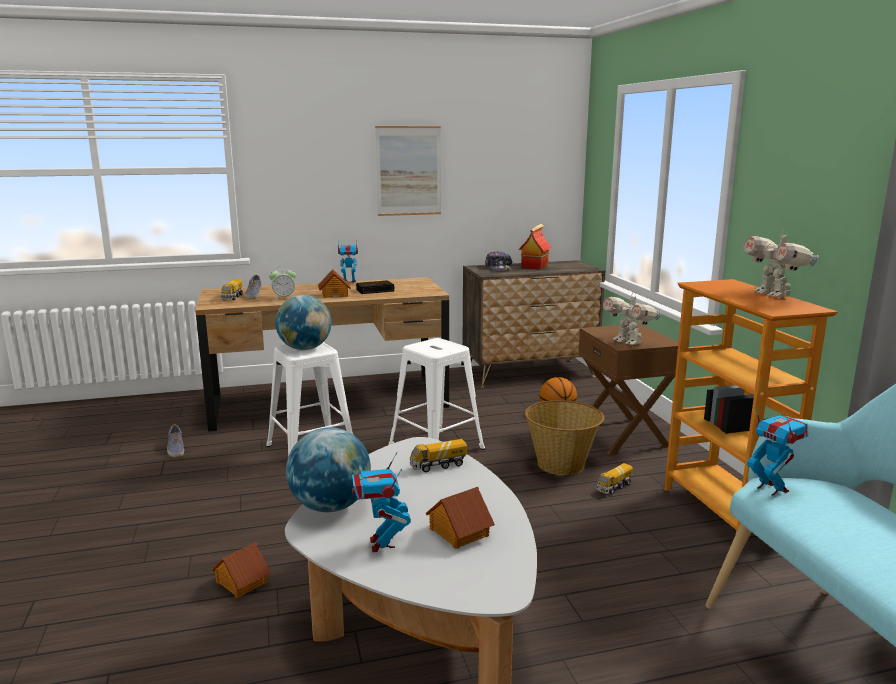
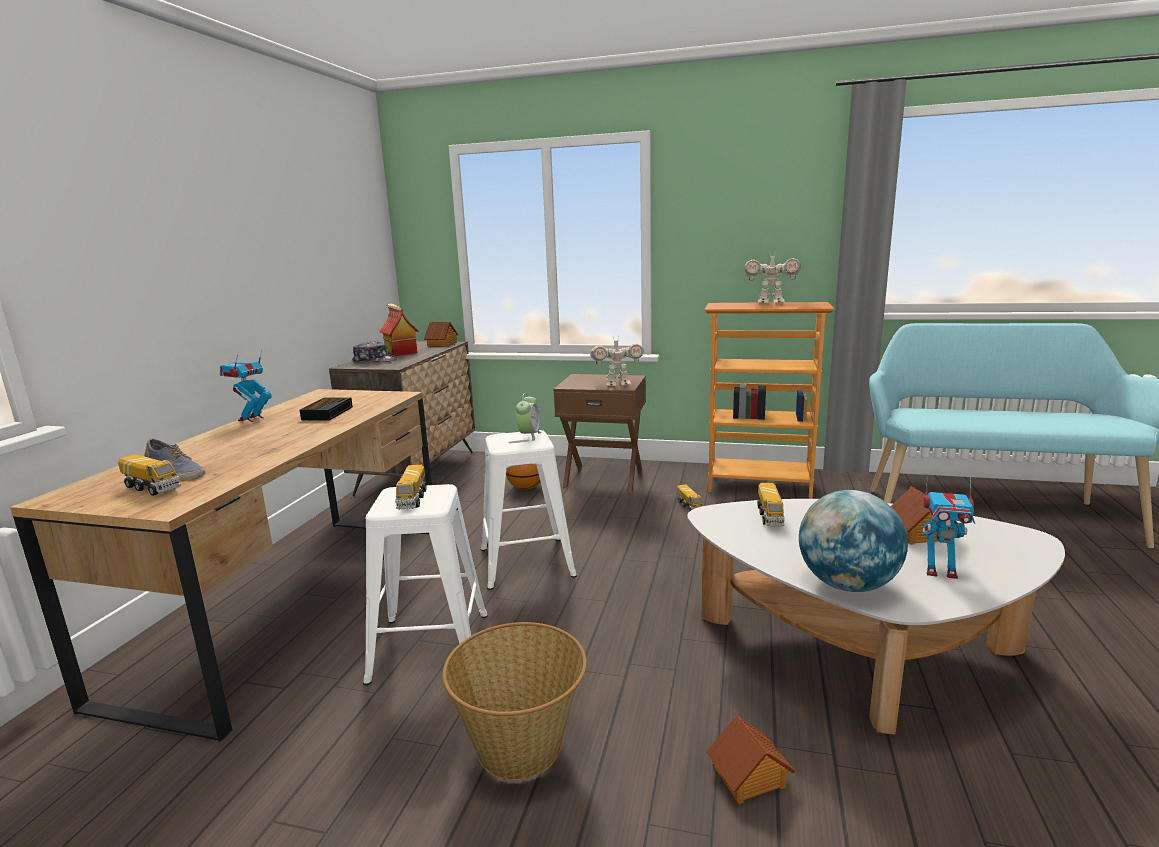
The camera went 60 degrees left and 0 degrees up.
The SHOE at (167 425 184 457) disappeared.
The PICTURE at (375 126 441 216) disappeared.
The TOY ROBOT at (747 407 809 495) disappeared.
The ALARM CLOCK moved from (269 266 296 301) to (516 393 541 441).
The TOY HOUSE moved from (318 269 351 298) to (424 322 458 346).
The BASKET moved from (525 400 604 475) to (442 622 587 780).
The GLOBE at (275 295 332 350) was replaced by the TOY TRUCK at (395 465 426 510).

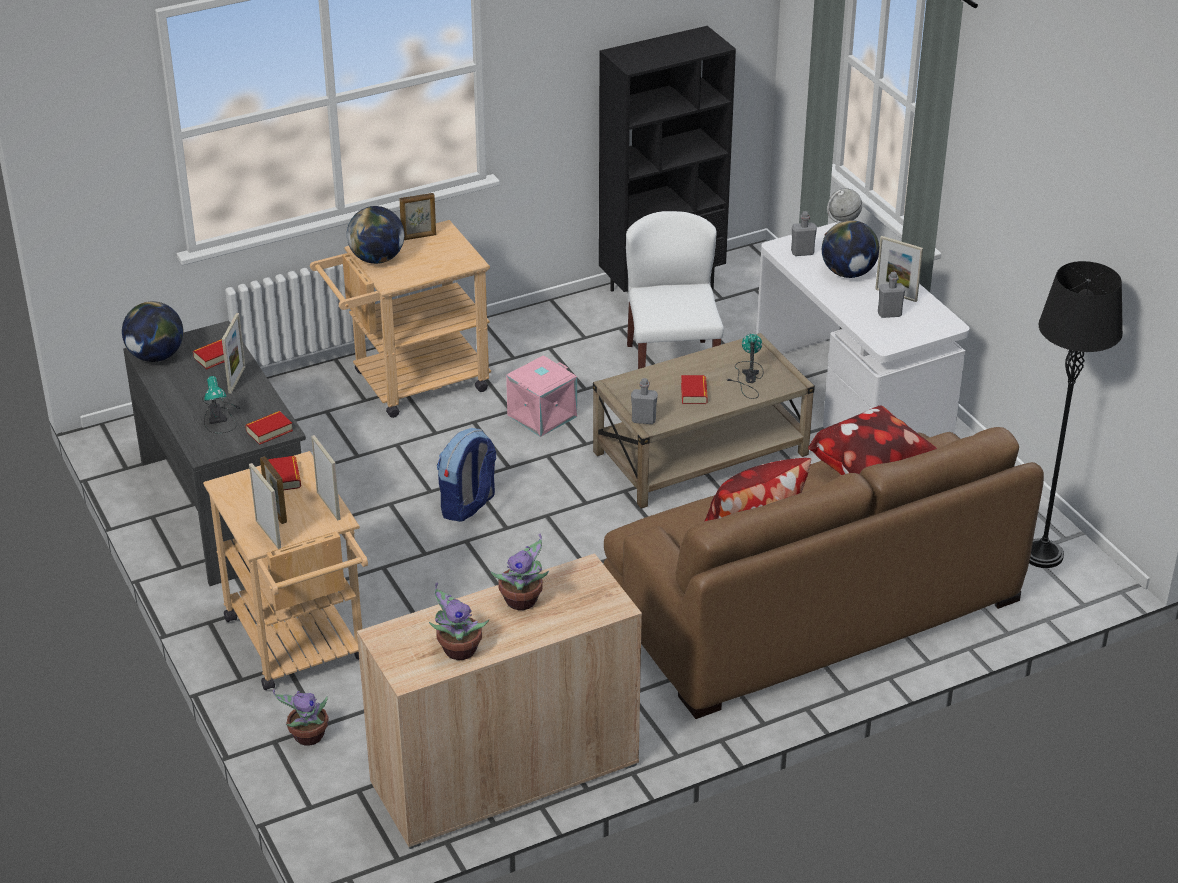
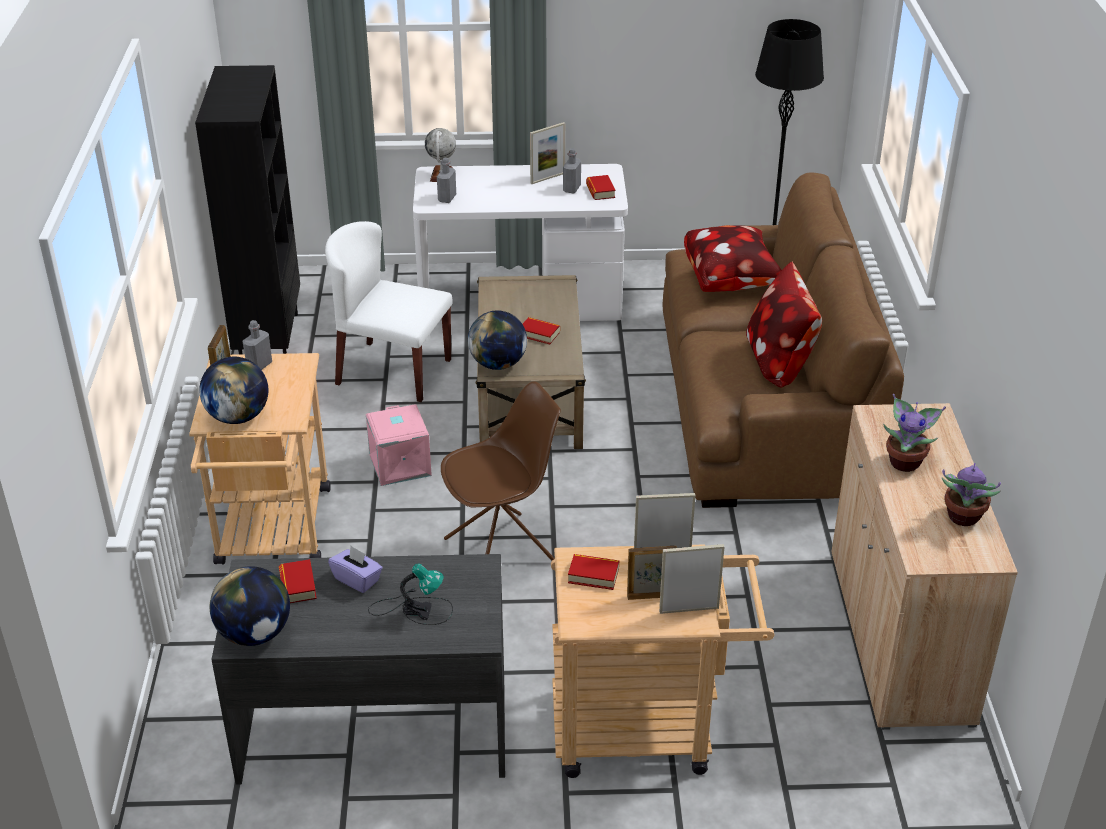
The camera went 65 degrees left and 0 degrees up.
The POTTED PLANT at (273 689 329 746) disappeared.
The TABLE LAMP at (727 334 764 399) disappeared.
The BOOK moved from (245 411 293 445) to (586 175 616 200).
The GREY BOTTLE moved from (631 378 658 424) to (242 320 272 370).
The GLOBE moved from (822 220 879 278) to (468 310 527 370).
The PICTURE FRAME at (222 313 245 394) was replaced by the PURPLE TISSUE BOX at (328 546 383 593).
The BACKPACK at (437 428 496 522) was replaced by the BROWN CHAIR at (441 381 561 561).

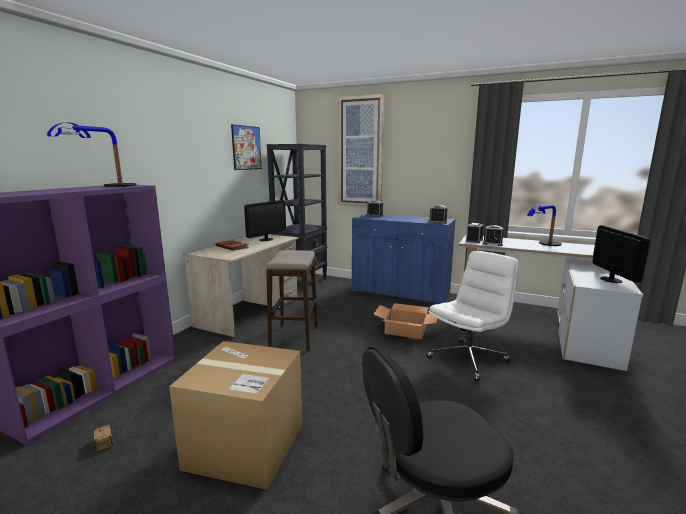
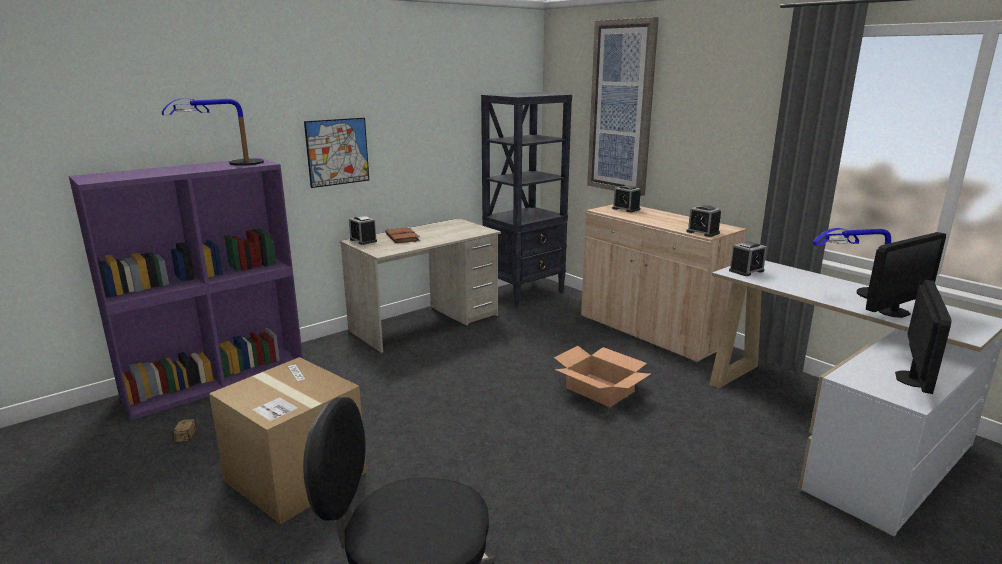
The camera went 25 degrees right and 5 degrees up.
The STOOL at (266 250 318 351) disappeared.
The WHITE OFFICE CHAIR at (426 251 519 381) disappeared.
The PICTURE moved from (231 124 262 170) to (304 118 369 188).
The MONITOR moved from (244 200 286 241) to (866 232 946 318).
The ALARM CLOCK moved from (483 225 504 246) to (349 216 377 245).
The BLUE CABINET at (352 213 455 304) became the BEIGE CABINET at (581 204 747 363).

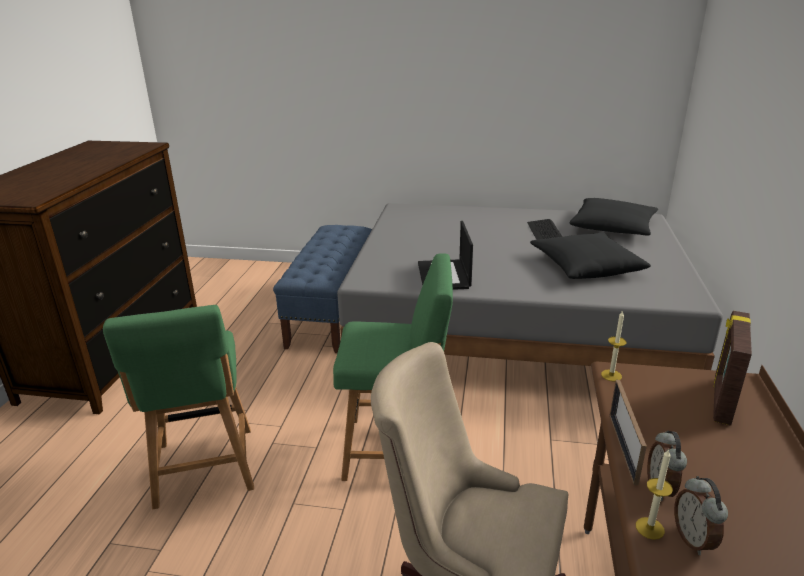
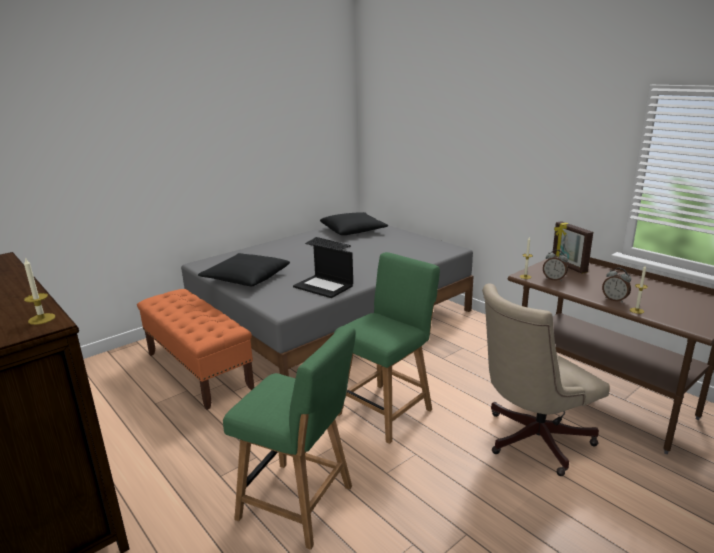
The camera went 50 degrees left and 5 degrees down.
The PICTURE FRAME at (610 380 647 485) disappeared.
The CANDLE at (24 257 55 325) appeared.
The BLACK PILLOW moved from (530 232 651 279) to (198 253 290 286).
The ALARM CLOCK moved from (674 476 728 555) to (543 250 568 281).
The BLUE BENCH at (273 225 372 353) became the ORANGE BENCH at (137 289 254 410).

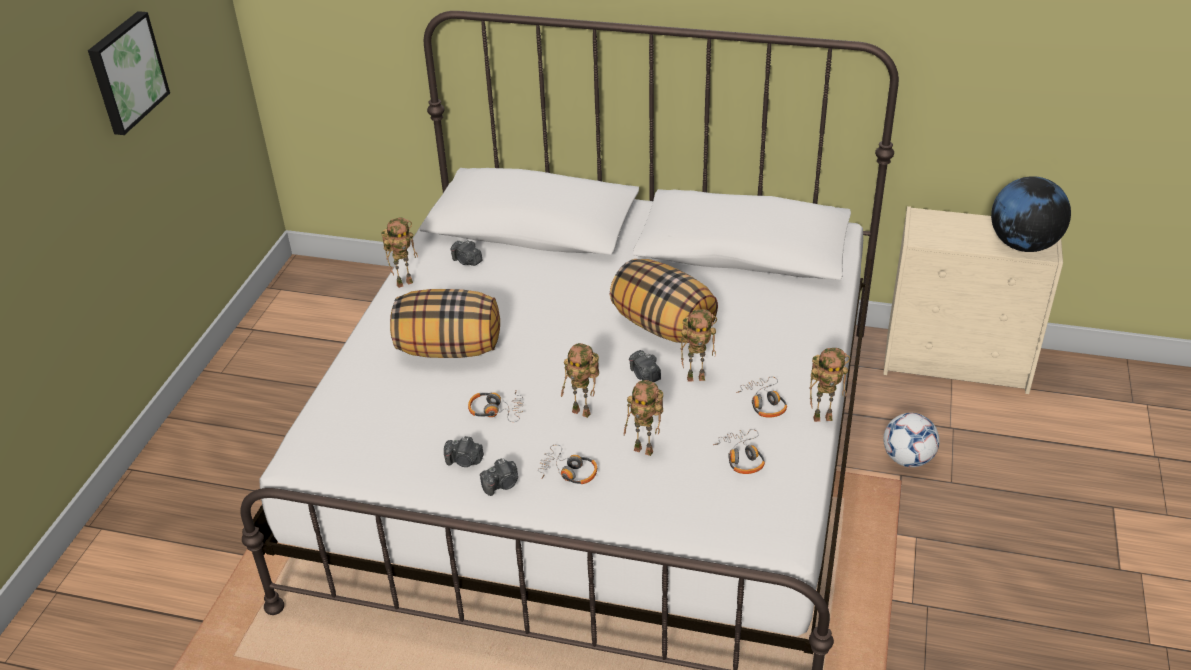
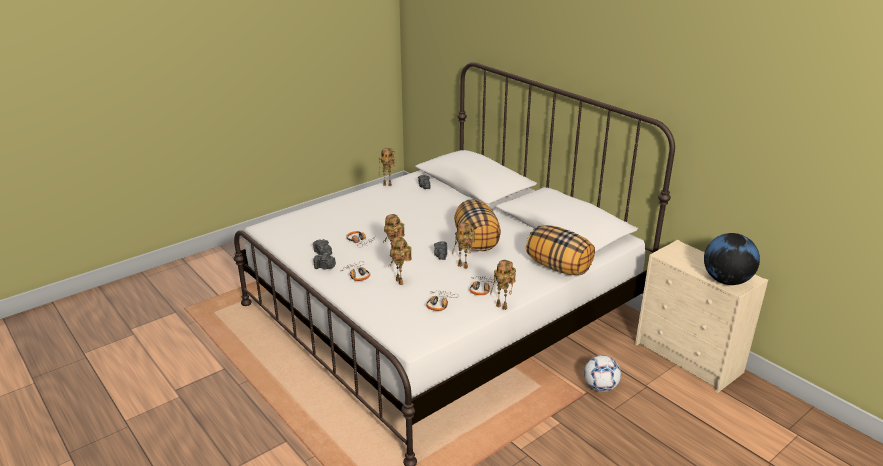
The camera went 35 degrees right and 10 degrees down.
The PICTURE at (88 11 170 135) disappeared.
The PILLOW moved from (390 289 500 358) to (526 225 595 275).

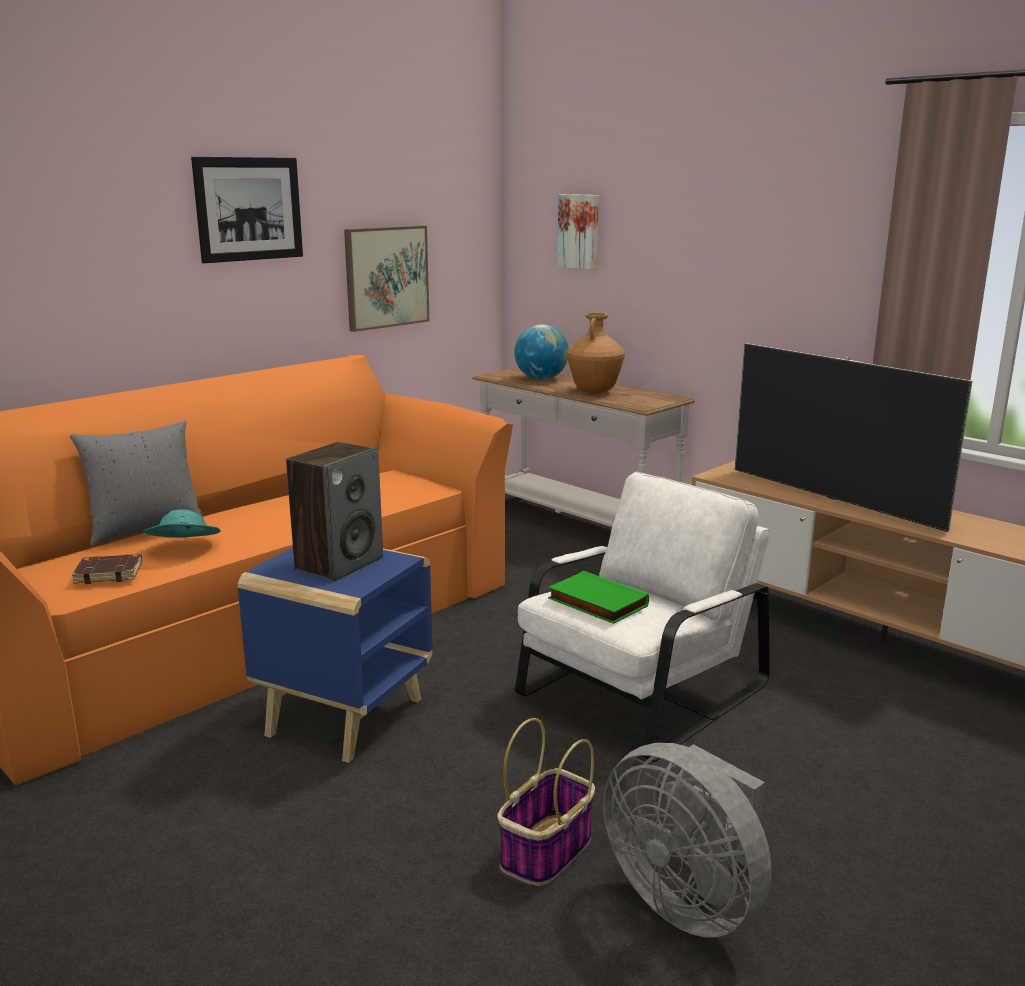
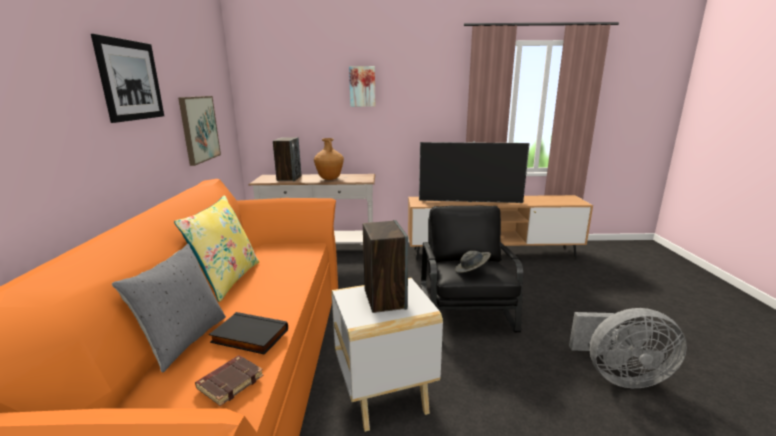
The camera went 45 degrees left and 0 degrees up.
The BASKET at (497 718 595 886) disappeared.
The YELLOW PILLOW at (174 195 259 302) appeared.
The PICTURE moved from (557 194 599 270) to (349 66 376 107).
The TURQUOISE HAT at (143 509 221 538) was replaced by the BLACK BOOK at (209 312 288 355).
The GLOBE at (514 324 569 380) was replaced by the SPEAKER at (273 137 301 181).
The GREEN BOOK at (548 571 649 624) was replaced by the GREY HAT at (455 251 491 273).
The BLUE SIDE TABLE at (238 547 433 763) became the WHITE SIDE TABLE at (331 278 443 432).
The WHITE ARMCHAIR at (515 471 770 762) became the BLACK ARMCHAIR at (421 205 523 332).

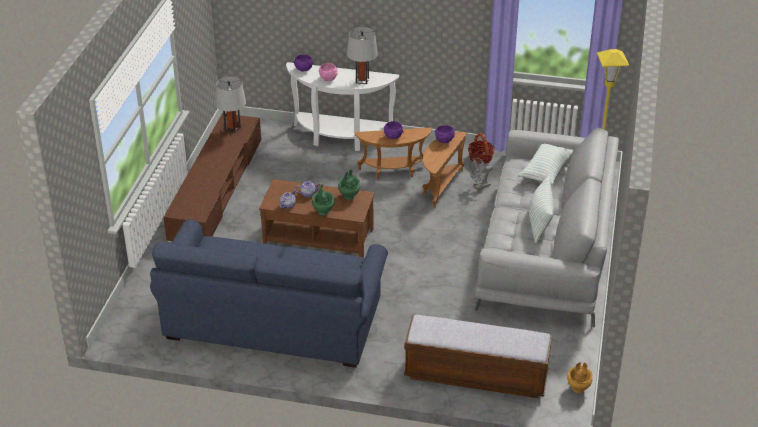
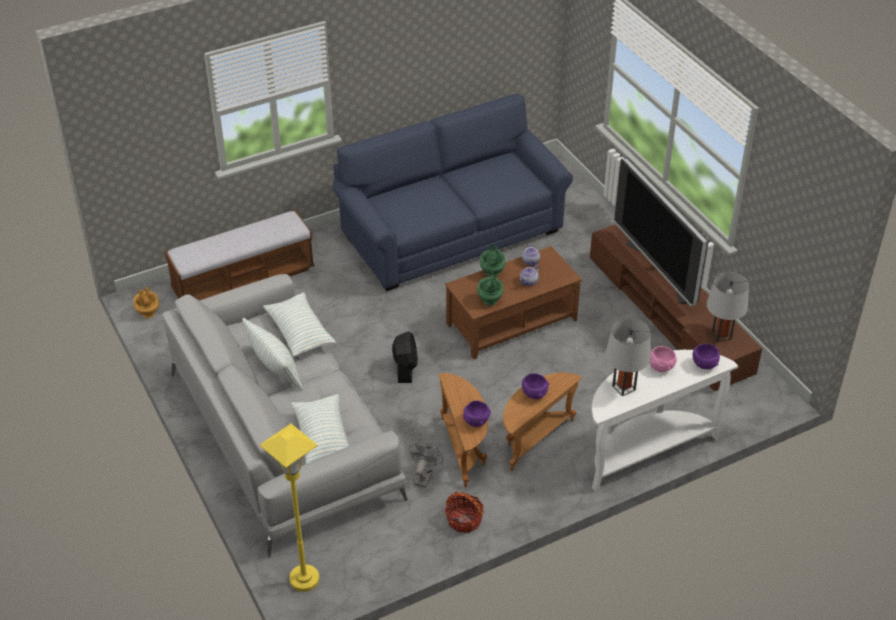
The camera went 140 degrees right and 5 degrees up.
The PILLOW at (263 293 336 356) appeared.
The BLACK FAN at (392 332 418 383) appeared.
The TELEVISION at (614 157 709 306) appeared.

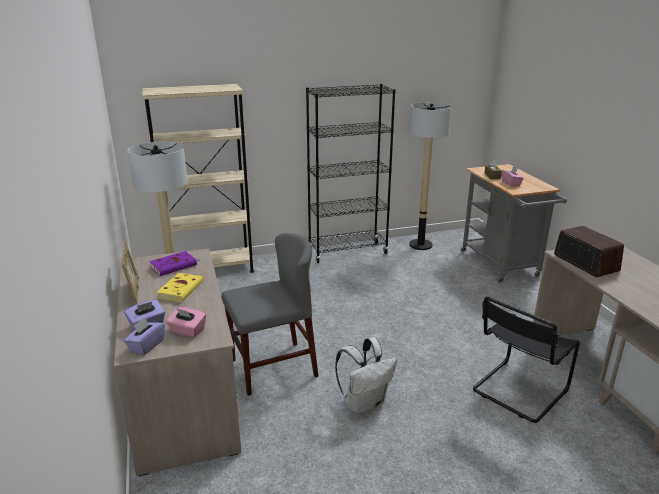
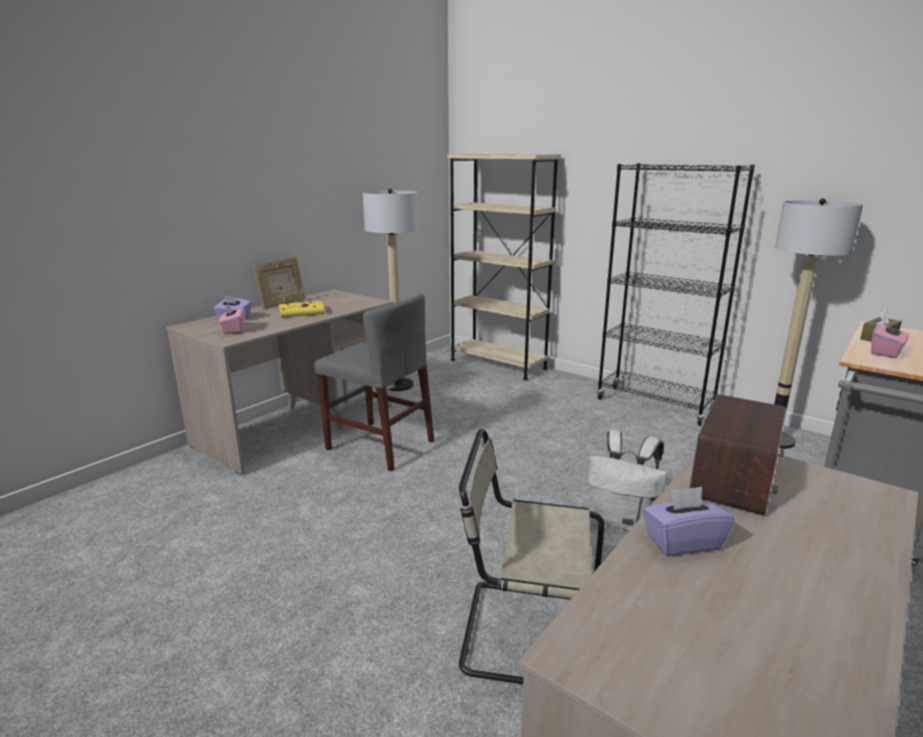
The camera went 55 degrees right and 5 degrees down.
The PURPLE BOOK at (149 251 200 276) disappeared.
The PURPLE TISSUE BOX moved from (124 317 165 355) to (642 487 735 556).
The WHITE BACKPACK moved from (335 337 397 415) to (587 430 667 530).
The BLACK CHAIR at (473 297 580 423) became the BEIGE CHAIR at (459 429 605 684).

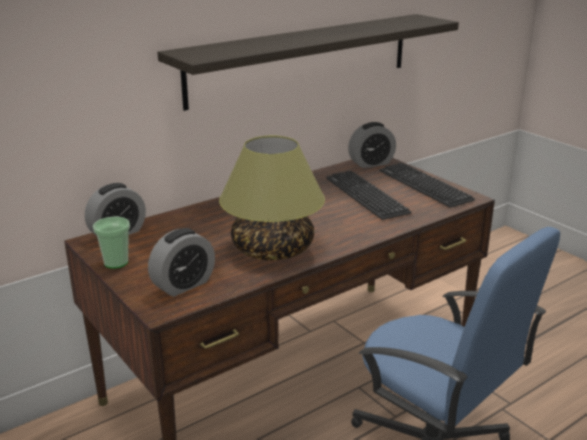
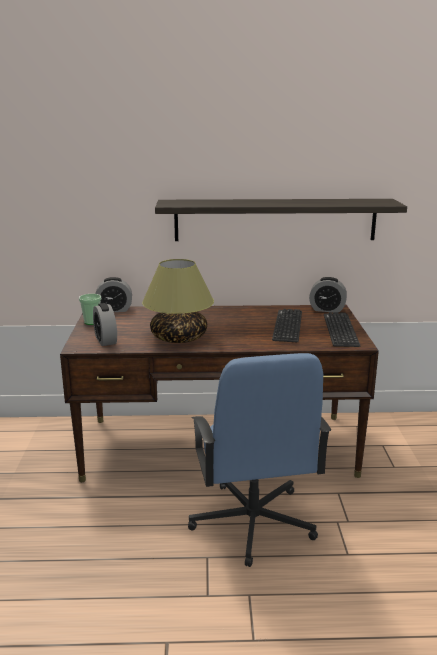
The camera went 35 degrees right and 5 degrees down.
The ALARM CLOCK at (148 228 215 297) turned 75 degrees clockwise.

